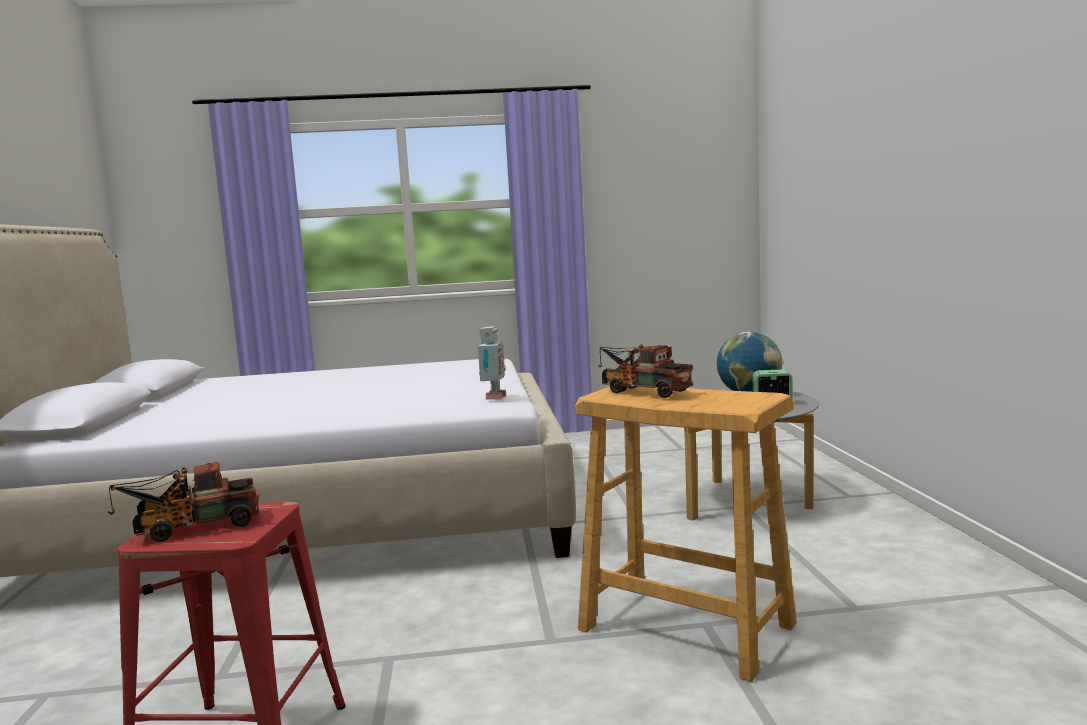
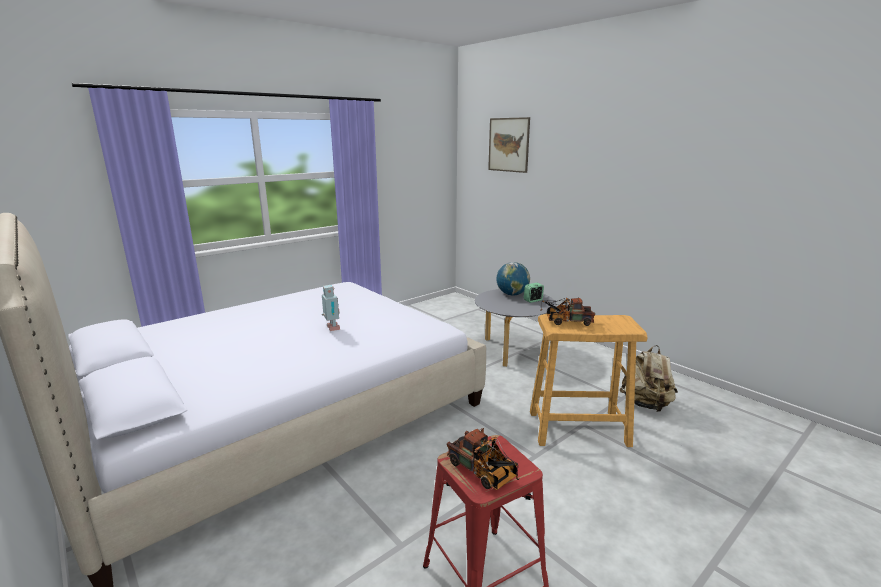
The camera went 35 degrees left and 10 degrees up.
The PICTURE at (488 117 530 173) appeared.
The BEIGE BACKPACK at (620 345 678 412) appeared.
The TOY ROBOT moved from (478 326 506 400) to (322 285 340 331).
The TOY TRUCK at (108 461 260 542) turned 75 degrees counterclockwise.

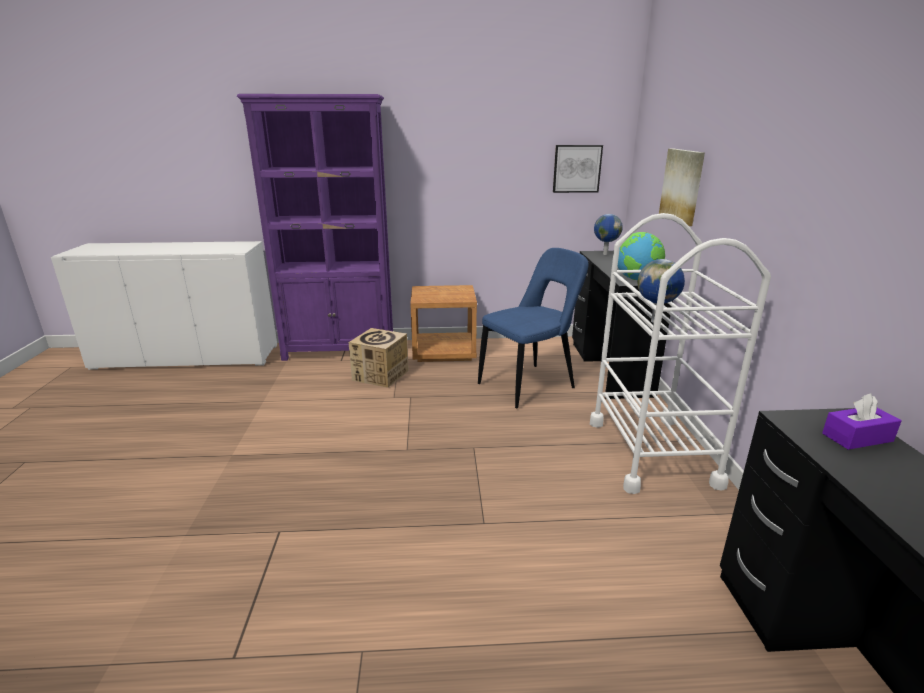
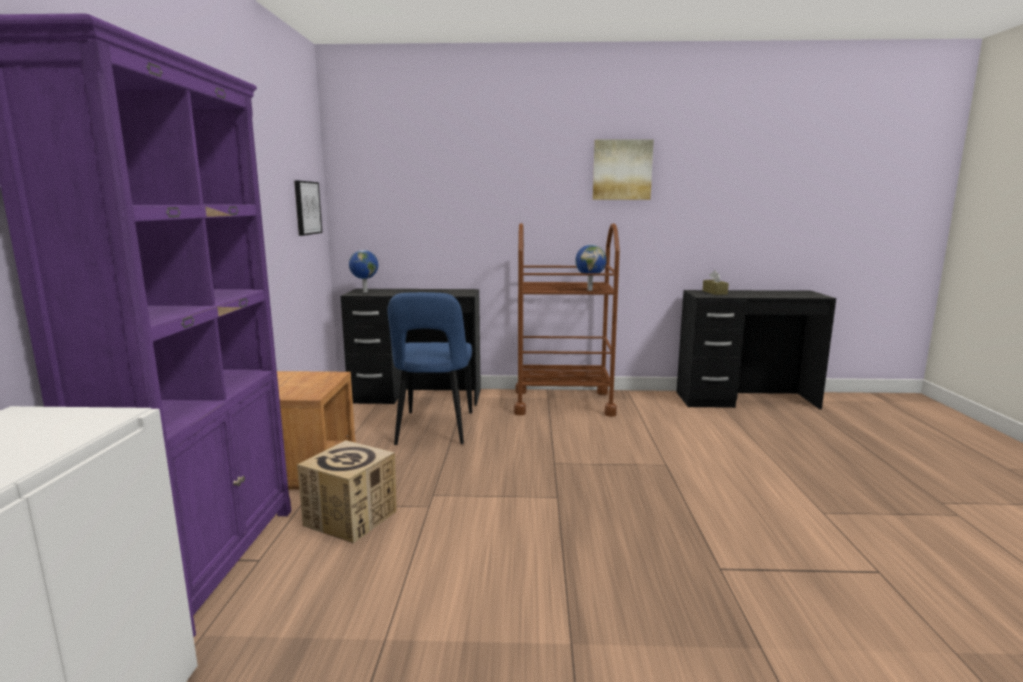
The camera went 85 degrees left and 10 degrees down.
The GLOBE at (617 232 665 280) disappeared.
The PICTURE moved from (659 149 705 226) to (593 139 654 200).
The WHITE CART at (590 213 771 494) became the BROWN CART at (514 223 620 417).
The PURPLE TISSUE BOX at (822 394 902 450) became the BROWN TISSUE BOX at (703 271 729 295).
The BLUE CHAIR at (478 248 589 408) turned 150 degrees counterclockwise.

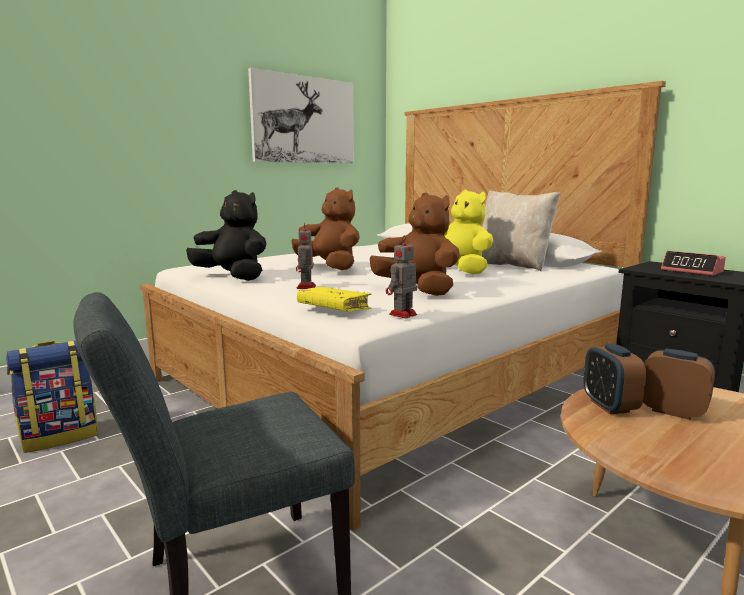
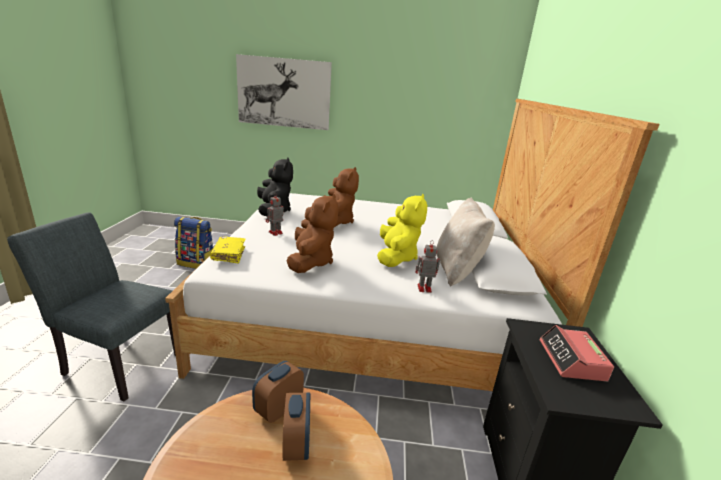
The camera went 45 degrees right and 10 degrees up.
The PICTURE moved from (248 68 354 164) to (236 54 332 130).
The TOY ROBOT moved from (386 235 417 319) to (416 240 440 293).

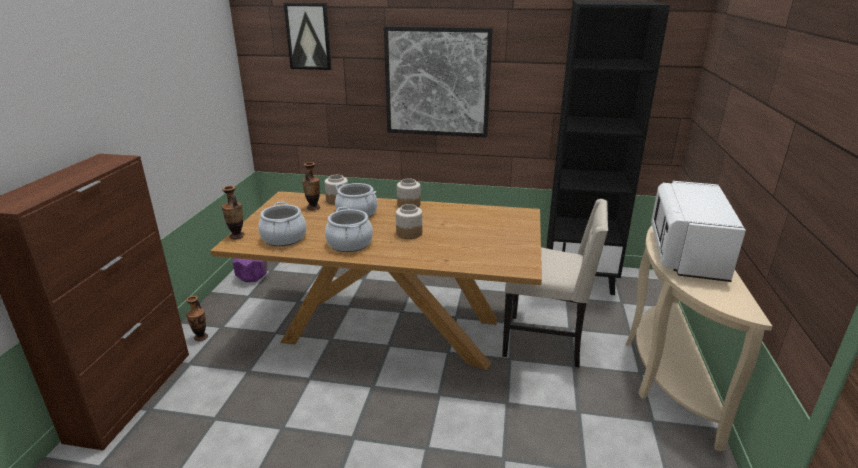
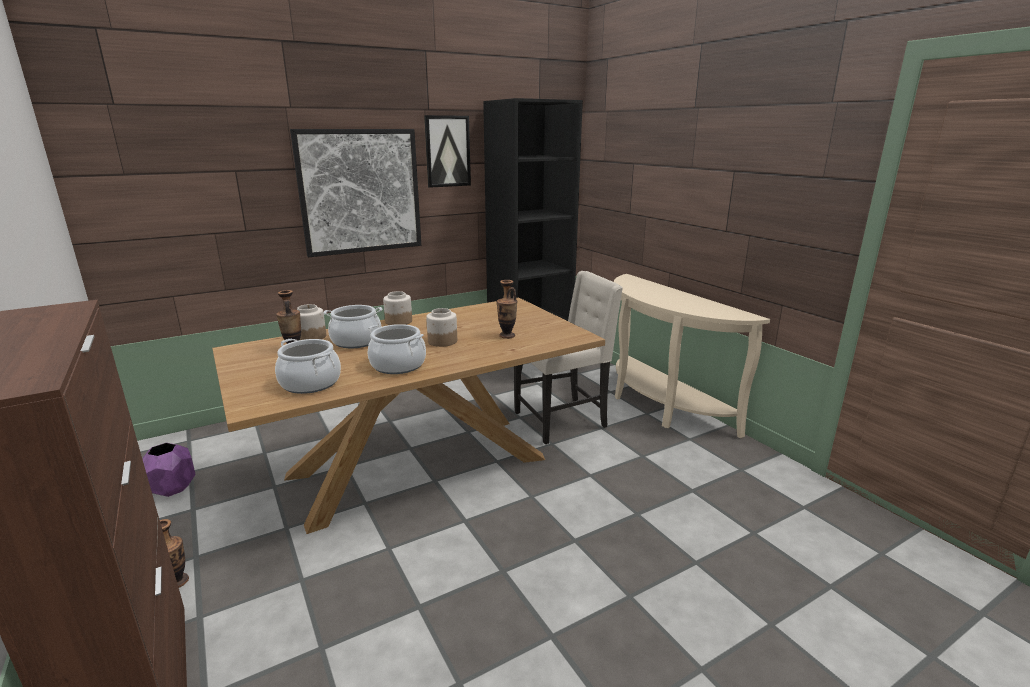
The camera went 40 degrees left and 5 degrees down.
The WHITE MICROWAVE at (651 181 746 282) disappeared.
The VASE moved from (222 186 245 239) to (497 280 517 339).
The PICTURE moved from (284 3 332 70) to (424 115 471 188).

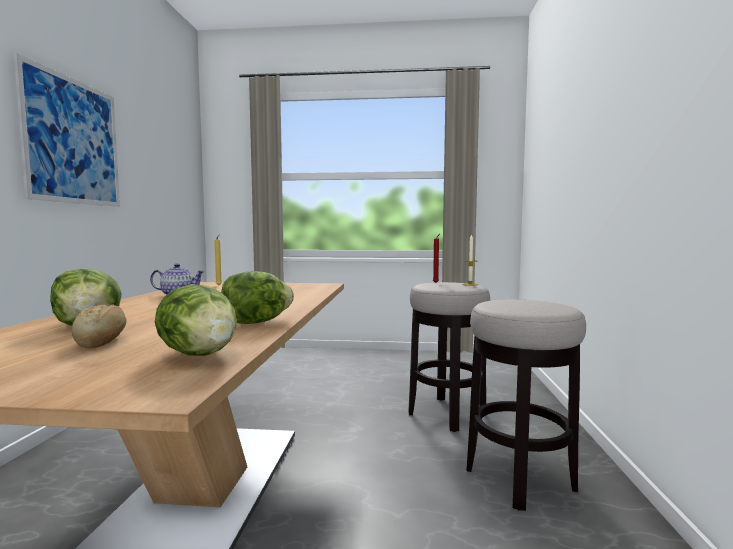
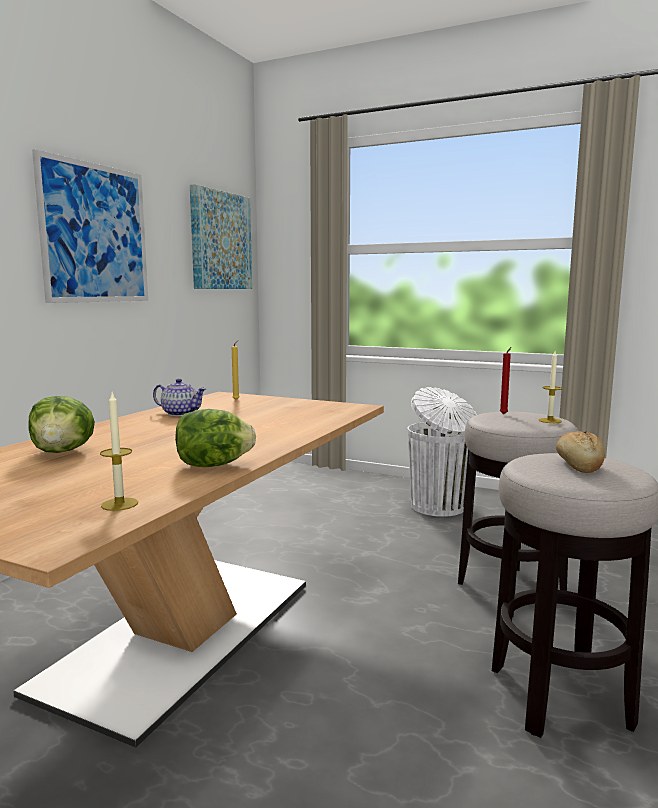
The camera went 20 degrees right and 5 degrees up.
The PICTURE at (190 184 252 289) appeared.
The WHITE TRASH CAN at (408 387 477 517) appeared.
The BREAD moved from (72 304 127 348) to (556 431 605 473).
The LETTUCE at (155 284 237 356) was replaced by the CANDLE at (100 393 138 511).

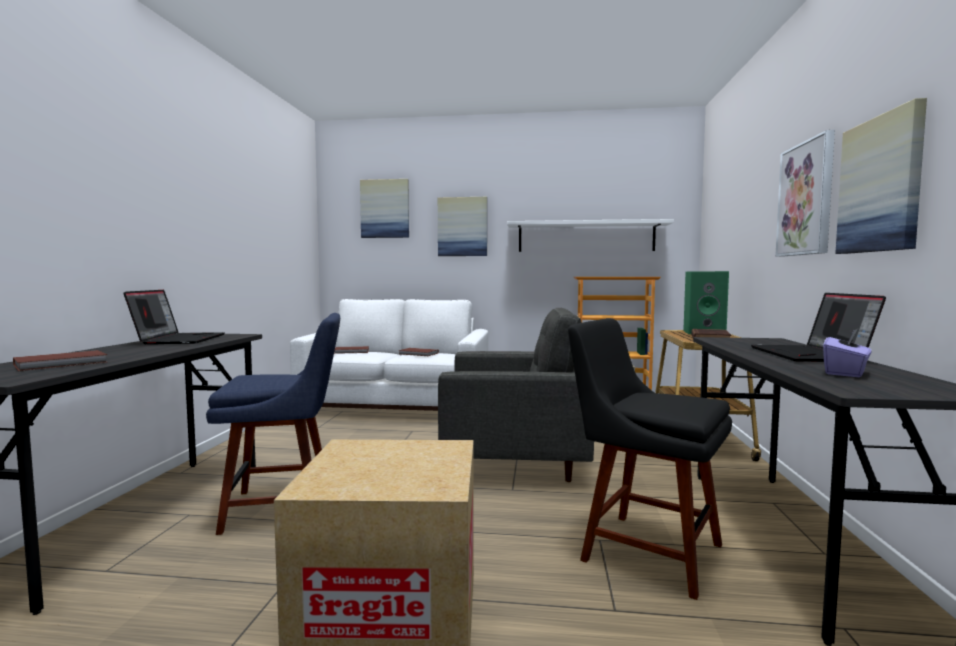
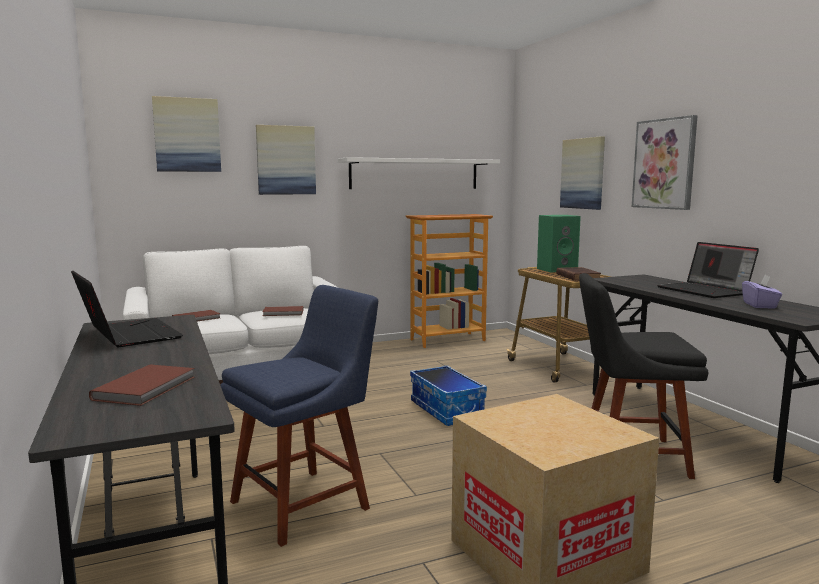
The camera went 30 degrees left and 5 degrees up.
The PICTURE moved from (835 98 927 254) to (560 136 605 210).
The GREY ARMCHAIR at (438 308 594 482) was replaced by the STORAGE BOX at (410 365 487 426).

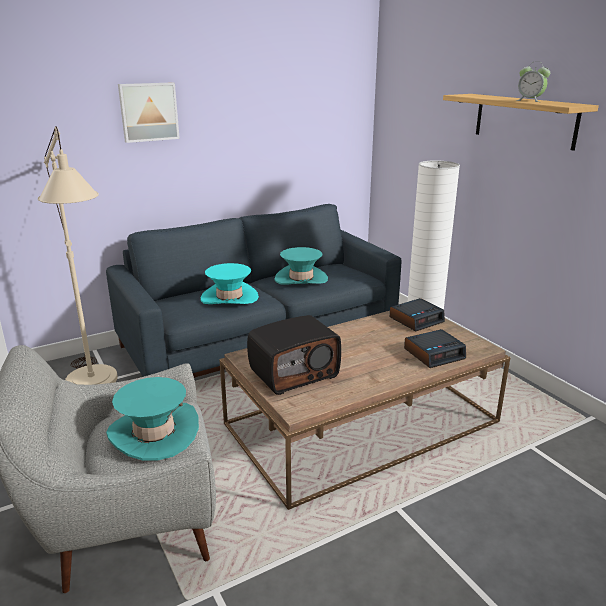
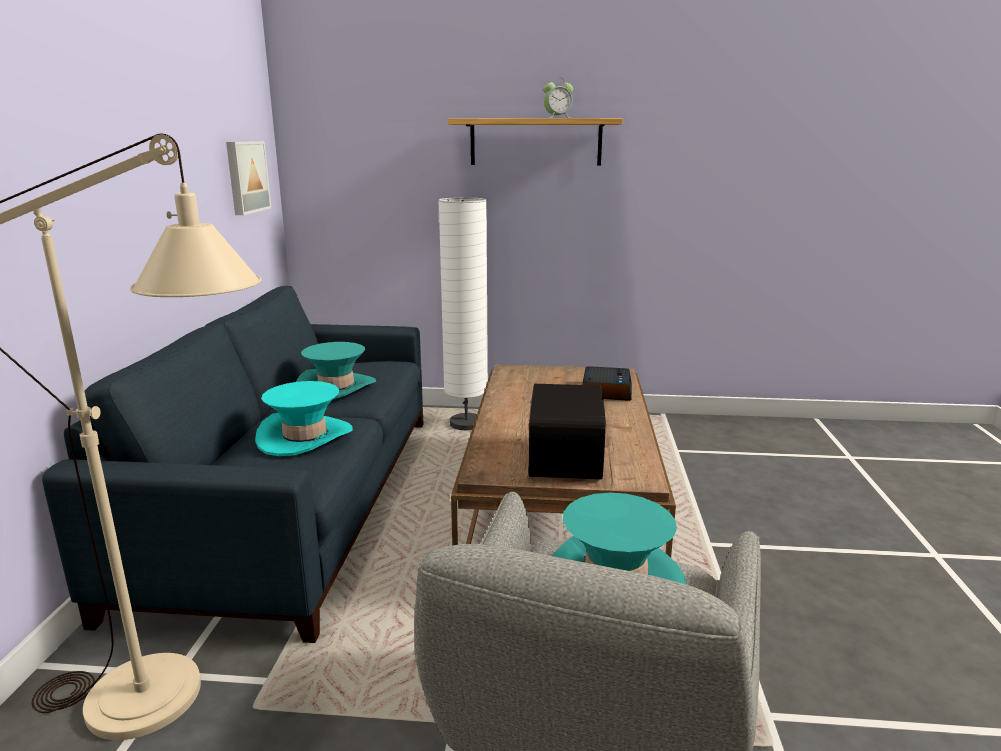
The camera went 55 degrees left and 5 degrees down.
The ALARM CLOCK at (390 298 445 331) disappeared.
The PICTURE moved from (118 82 180 143) to (226 141 272 215).

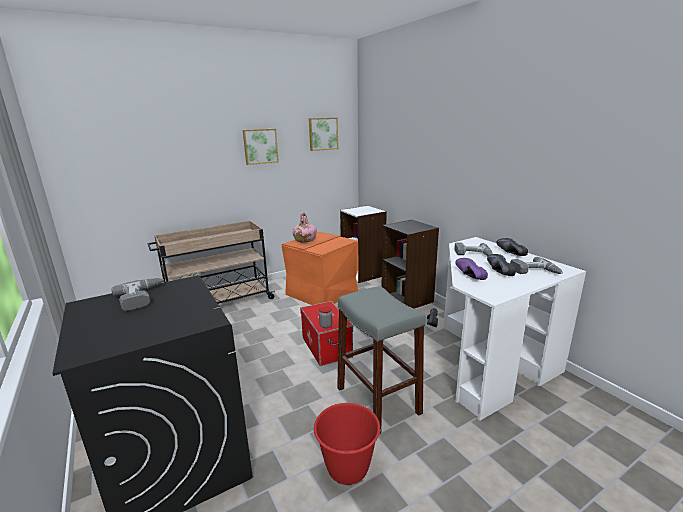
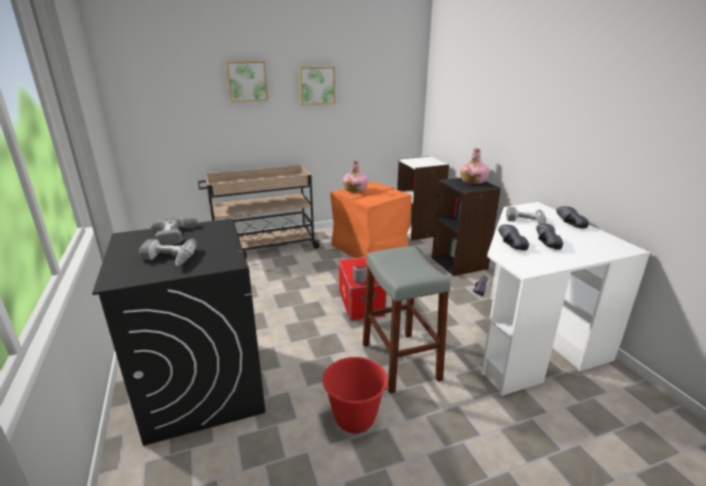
The camera went 10 degrees right and 5 degrees up.
The PINK BOTTLE at (460 148 490 184) appeared.
The PICTURE moved from (309 118 338 151) to (226 61 268 102).
The POWER DRILL moved from (510 257 563 274) to (139 239 197 266).
The PURPLE SHOE at (455 258 488 280) became the BLACK SHOE at (498 225 529 251).

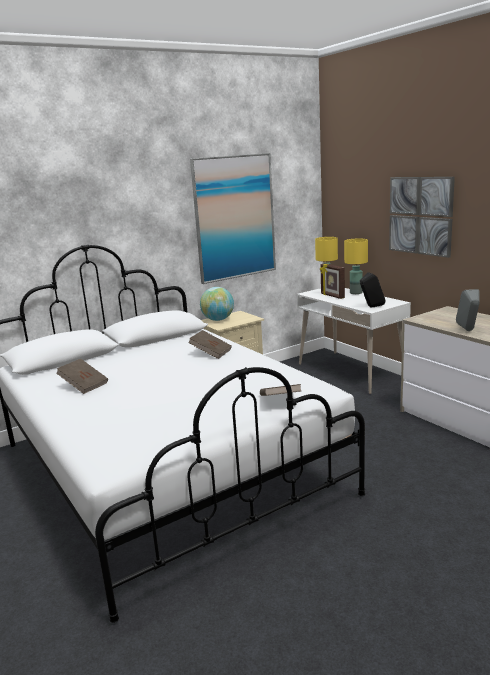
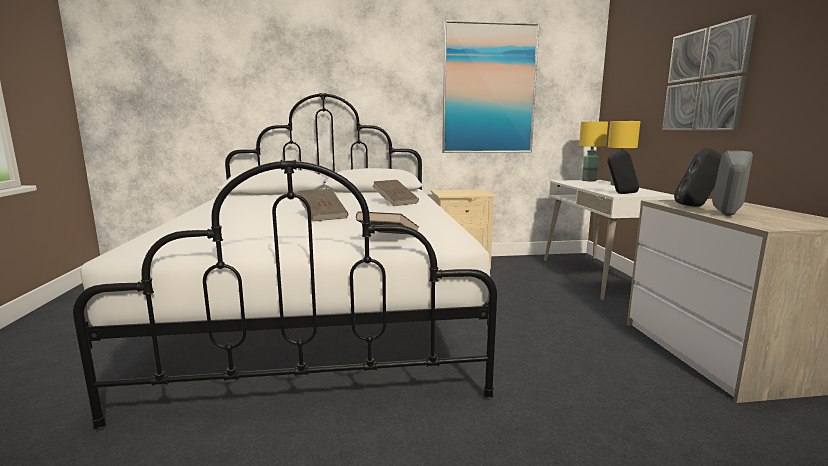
The camera went 25 degrees right and 5 degrees down.
The GLOBE at (200 287 234 321) disappeared.
The PICTURE FRAME at (320 263 345 299) disappeared.
The BLACK SPEAKER at (674 148 722 207) appeared.
The BROWN BOOK moved from (56 359 108 394) to (299 189 348 221).

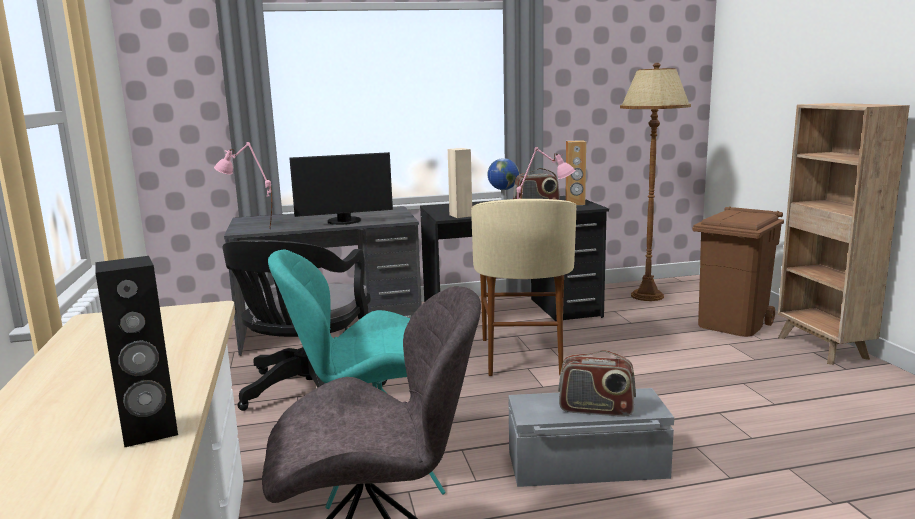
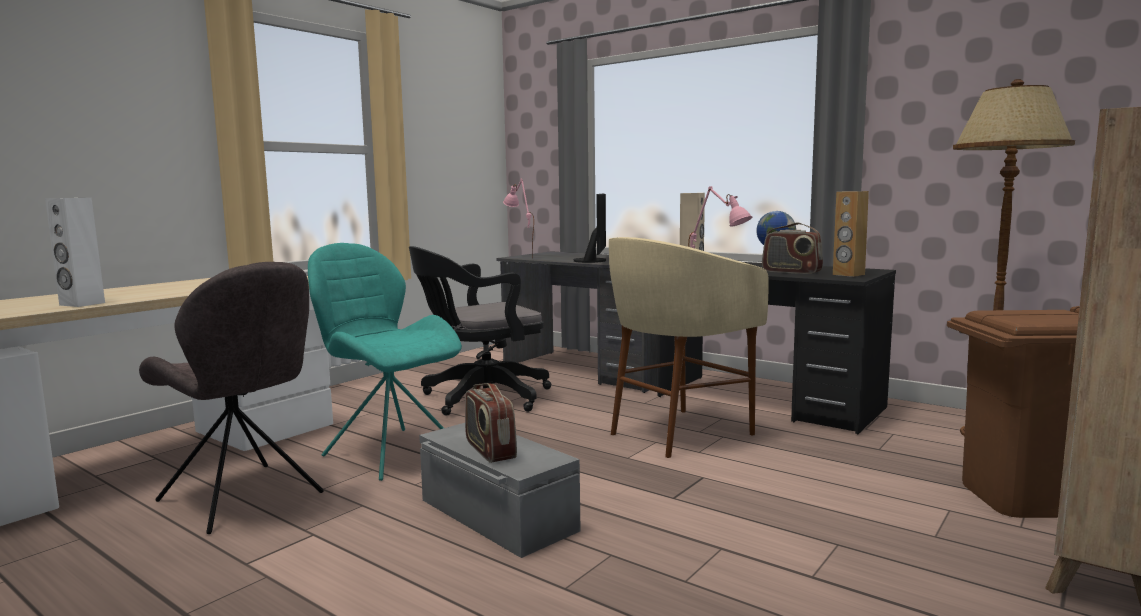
The camera went 50 degrees right and 5 degrees down.
The BLACK SPEAKER at (95 256 178 447) became the WHITE SPEAKER at (45 198 105 307).
The MONITOR at (289 152 393 225) turned 120 degrees counterclockwise.

